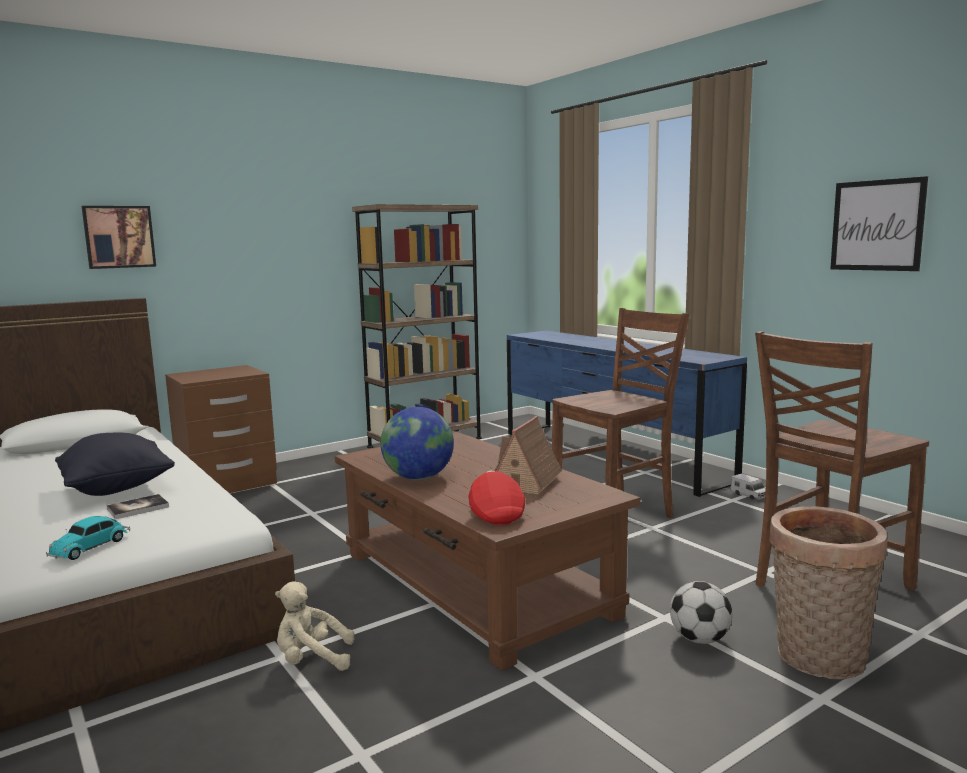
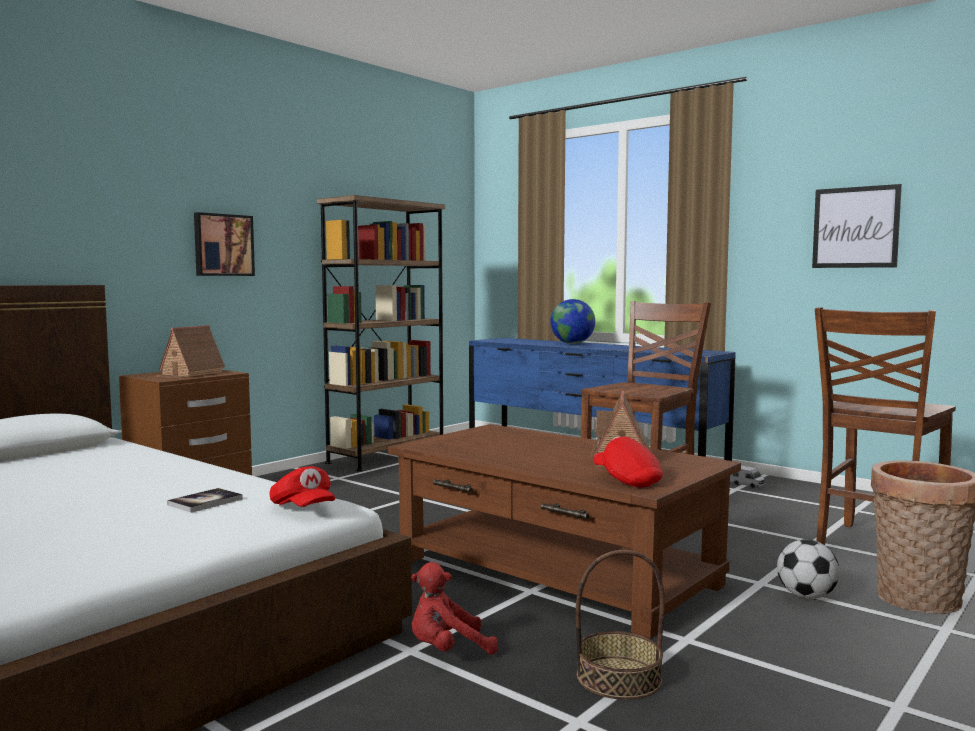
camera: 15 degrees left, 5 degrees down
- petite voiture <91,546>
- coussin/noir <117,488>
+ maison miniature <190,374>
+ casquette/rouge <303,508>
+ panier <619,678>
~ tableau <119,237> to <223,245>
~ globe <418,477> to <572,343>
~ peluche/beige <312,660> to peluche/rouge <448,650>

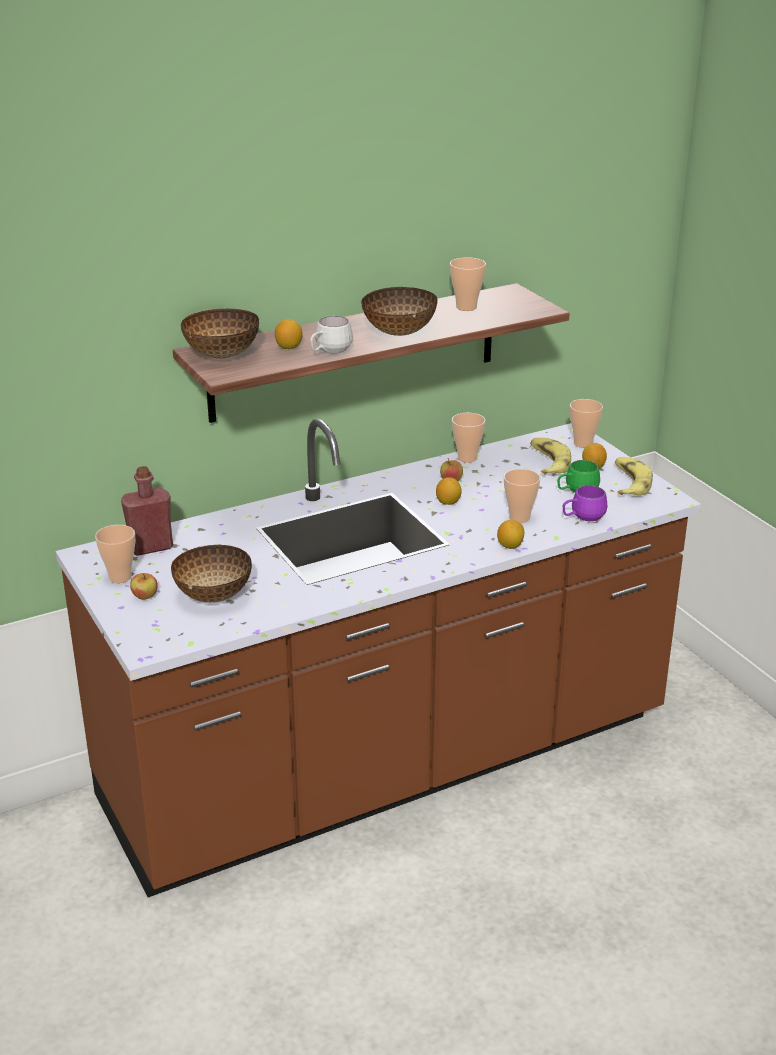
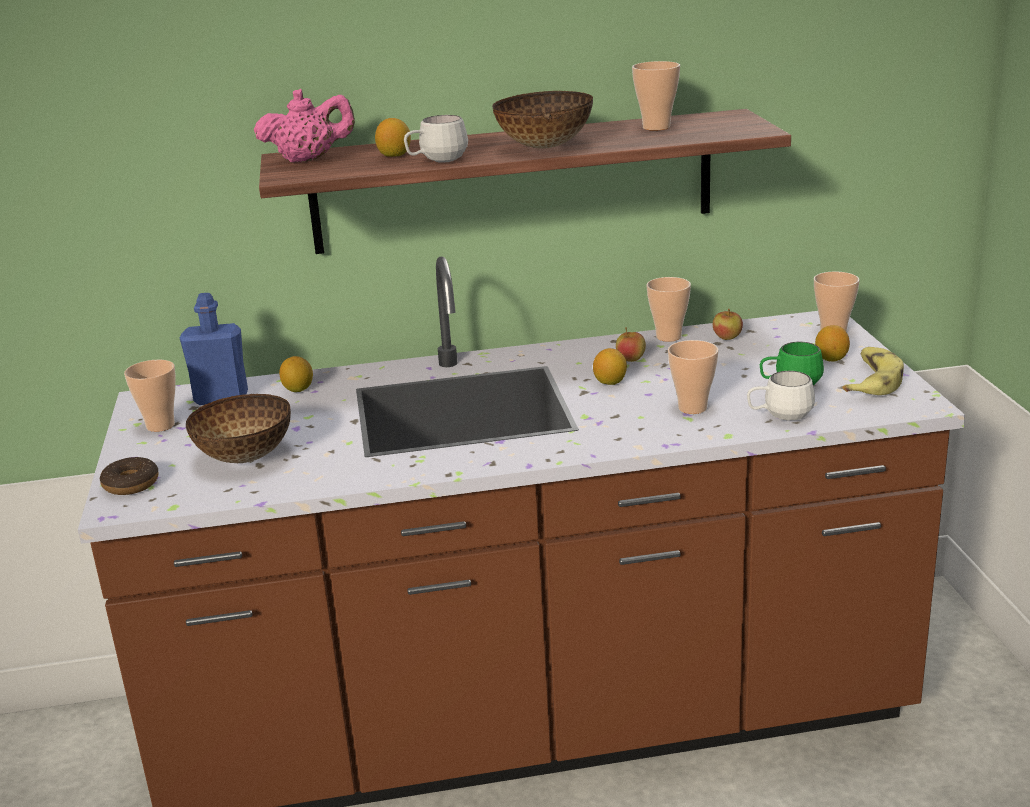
camera: 20 degrees right, 5 degrees down
- banane <548,462>
+ beignet <131,484>
~ pomme <145,596> to <727,338>
~ citron <510,546> to <298,389>
~ bol <222,355> to théière/rose <309,159>
~ bouteille/rouge <150,547> to bouteille/bleu <221,398>
~ mug/violet <582,518> to mug/blanc <779,416>

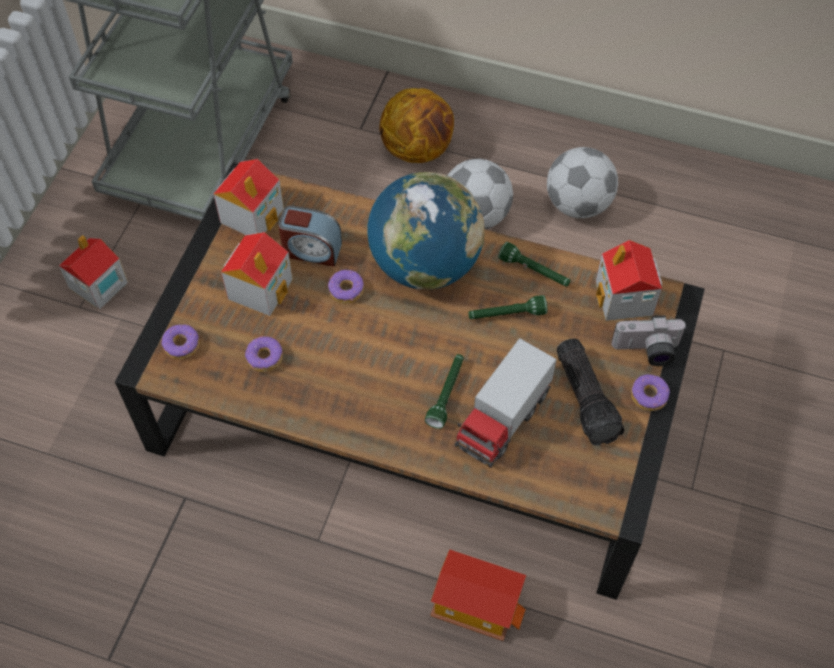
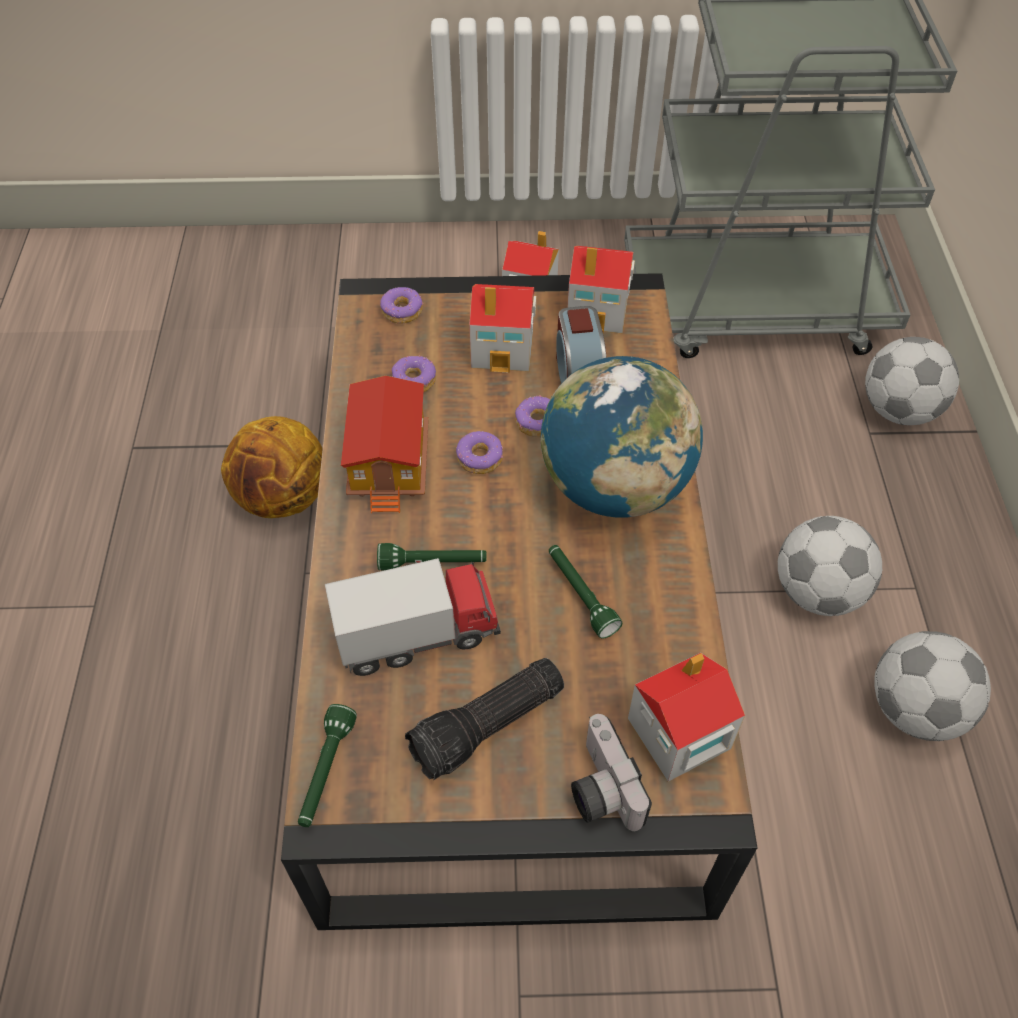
camera: 70 degrees right, 5 degrees down
+ ballon de foot <899,411>
~ ballon de basket <418,149> to <283,498>
~ maison miniature <477,603> to <391,464>
~ lampe de poche/vert <534,271> to <326,772>
~ beignet <649,396> to <480,458>
~ camion jouet <503,419> = <418,635> 150 degrees clockwise

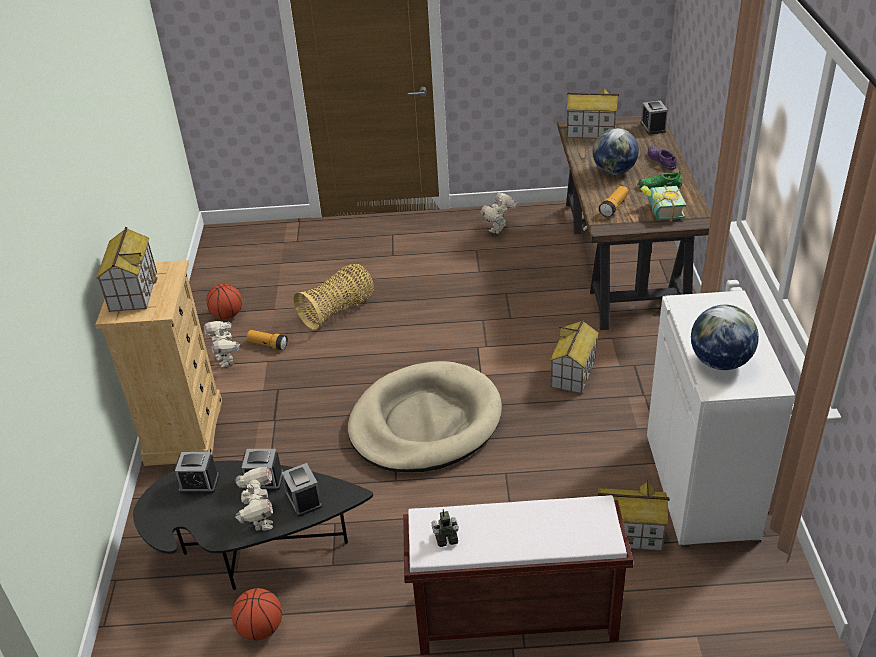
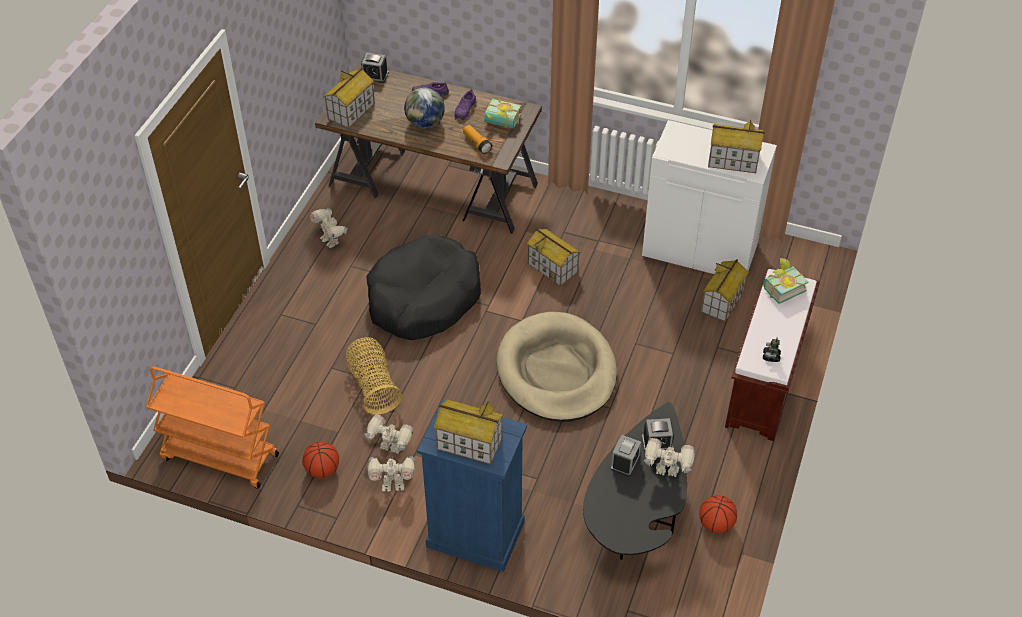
camera: 70 degrees left, 10 degrees up
- réveil <199,483>
+ chariot/orange <219,457>
+ panier pour chien/noir <423,299>
+ livre <781,288>
~ lampe de poche <268,345> to robot jouet <391,449>
~ globe <719,362> to maison miniature <732,161>
~ commode/beige <184,431> to commode/bleu <475,535>
~ chaussure/vert <658,186> to chaussure/violet <465,109>

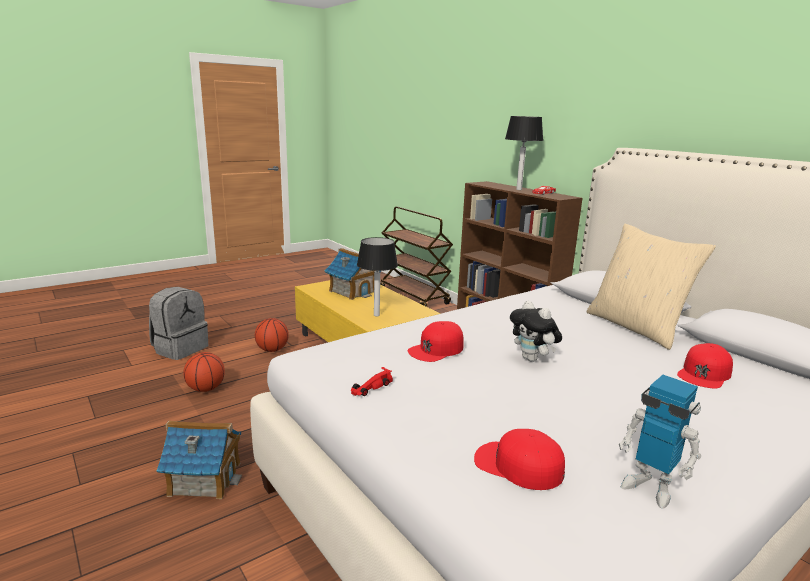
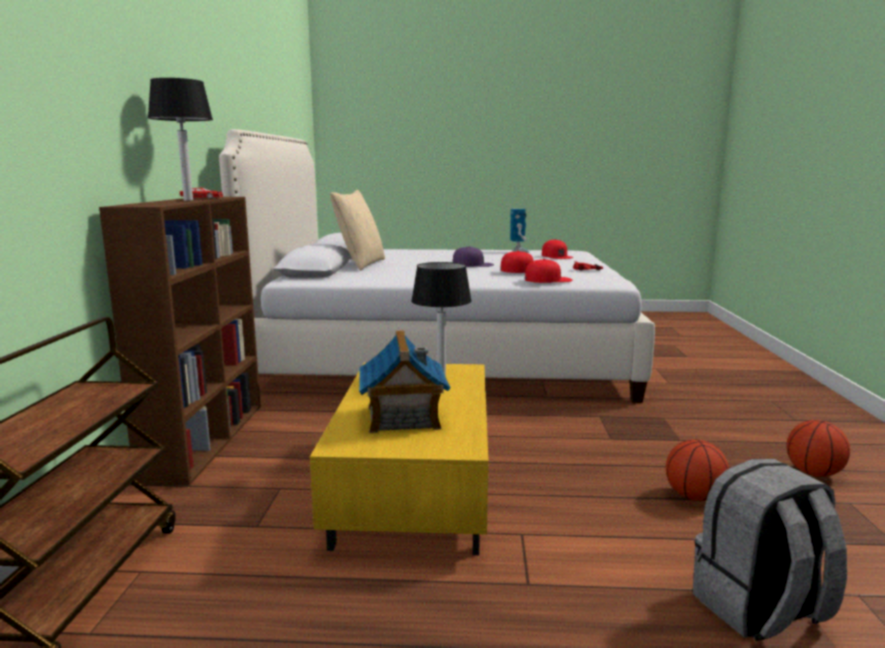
camera: 140 degrees left, 5 degrees down
- maison miniature <204,478>
~ ballon de basket <272,350> to <814,473>
~ casquette/rouge <704,373> to <548,279>
~ peluche <532,359> to casquette/violet <473,264>

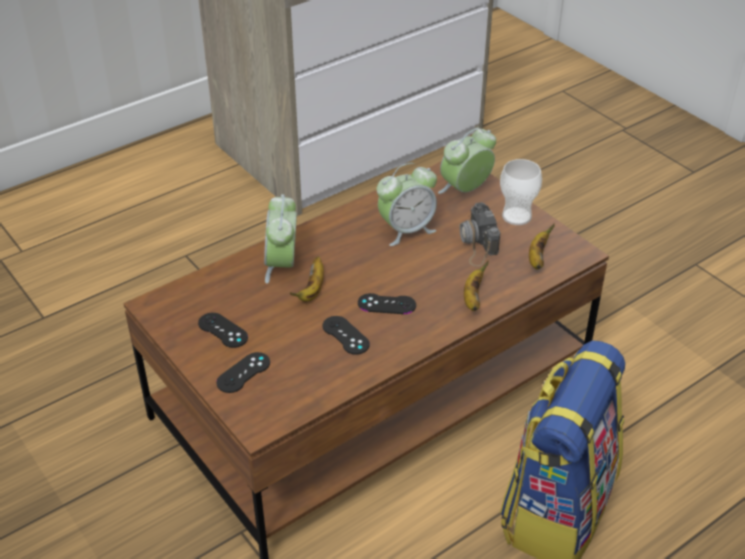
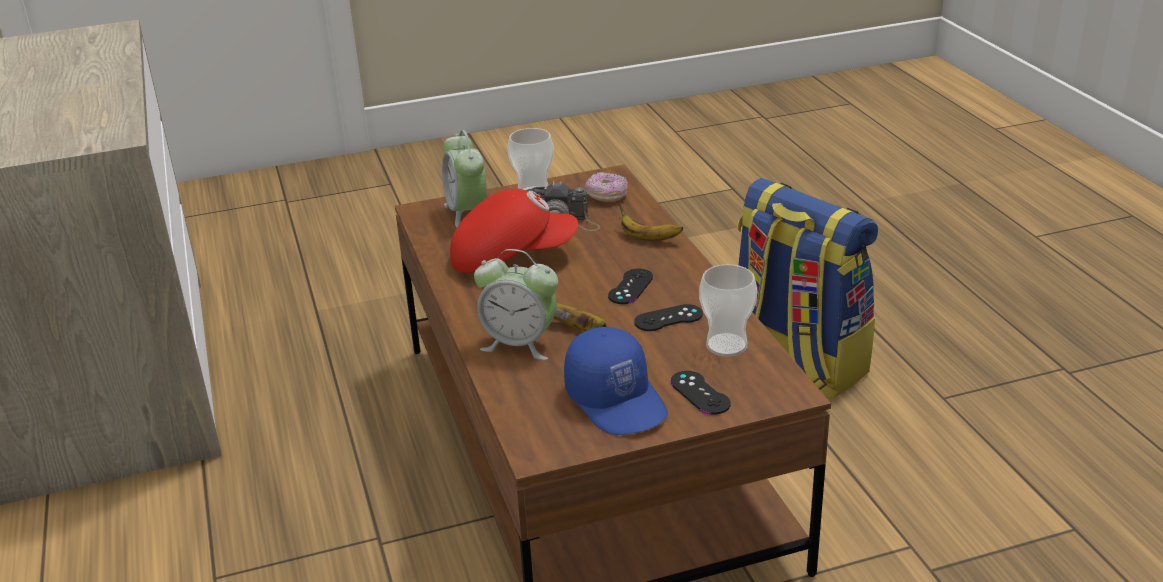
camera: 70 degrees left, 10 degrees down
+ tasse <726,345>
~ manette/noir <223,330> to casquette/bleu <617,400>
~ réveil <406,230> to casquette/rouge <511,257>
~ banane <537,258> to beignet <606,196>

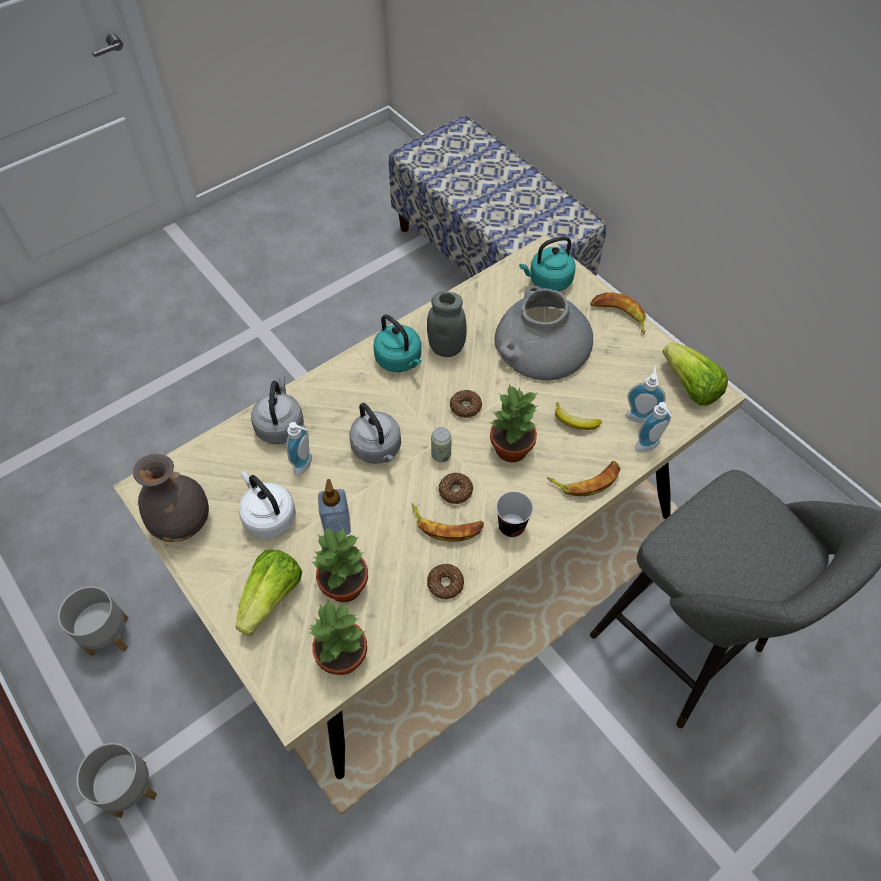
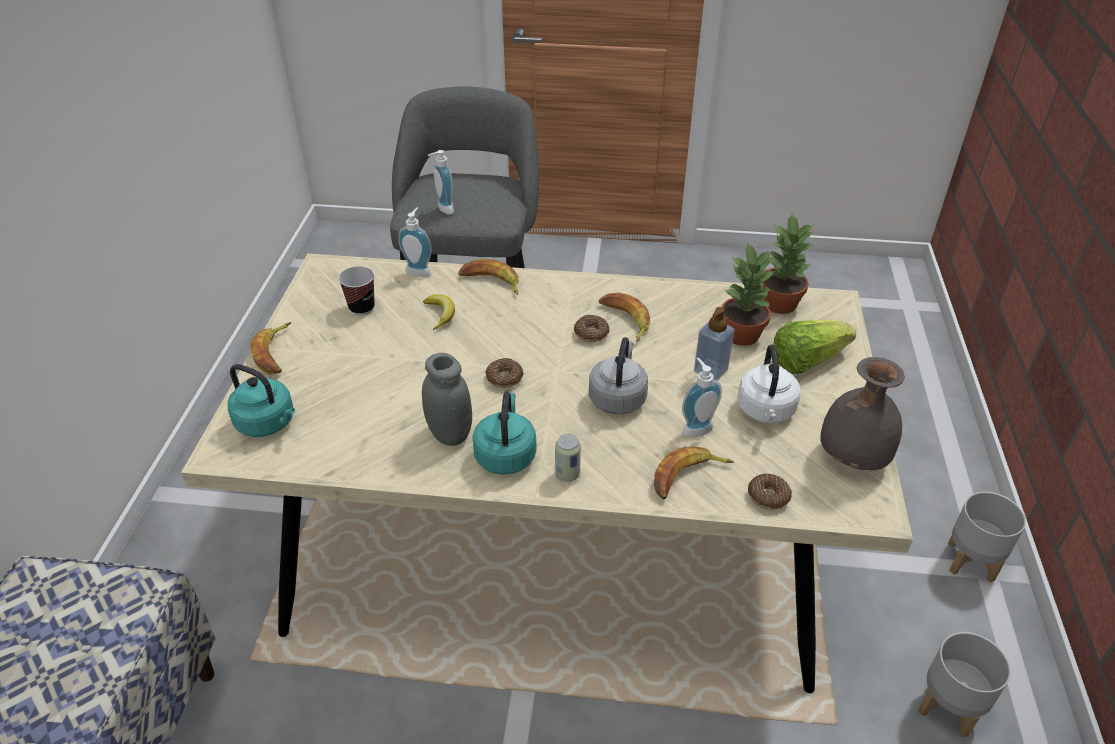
camera: 135 degrees left, 15 degrees down
- plante en pot <511,449>
- vase/gris <542,342>
- laitue <689,387>
~ beignet <445,584> to <768,496>
~ boîte métallique <441,455> to <567,474>
~ tasse <511,526> to <362,308>
~ distributeur de savon <639,415> to <443,209>
~ bouilloire/gris <280,425> to banane <687,477>

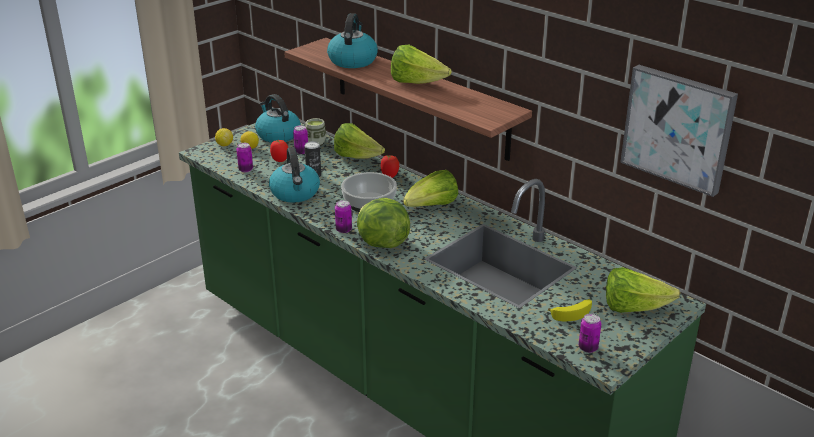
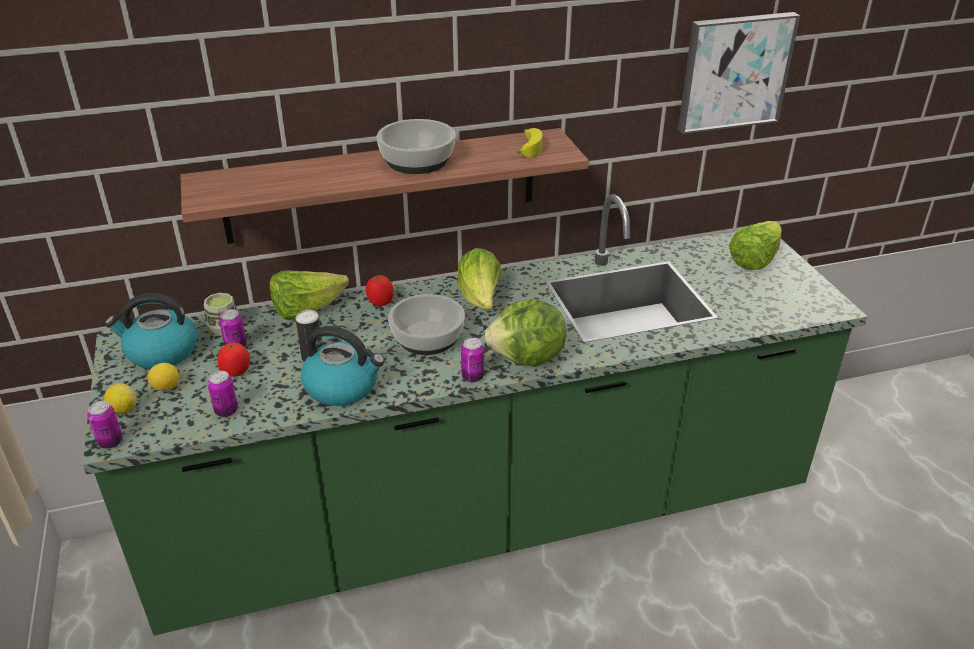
camera: 60 degrees left, 5 degrees up
- bouilloire <352,60>
~ banane <572,313> to <528,148>
~ boîte métallique <588,348> to <110,442>
~ laitue <417,83> to bol <416,161>

